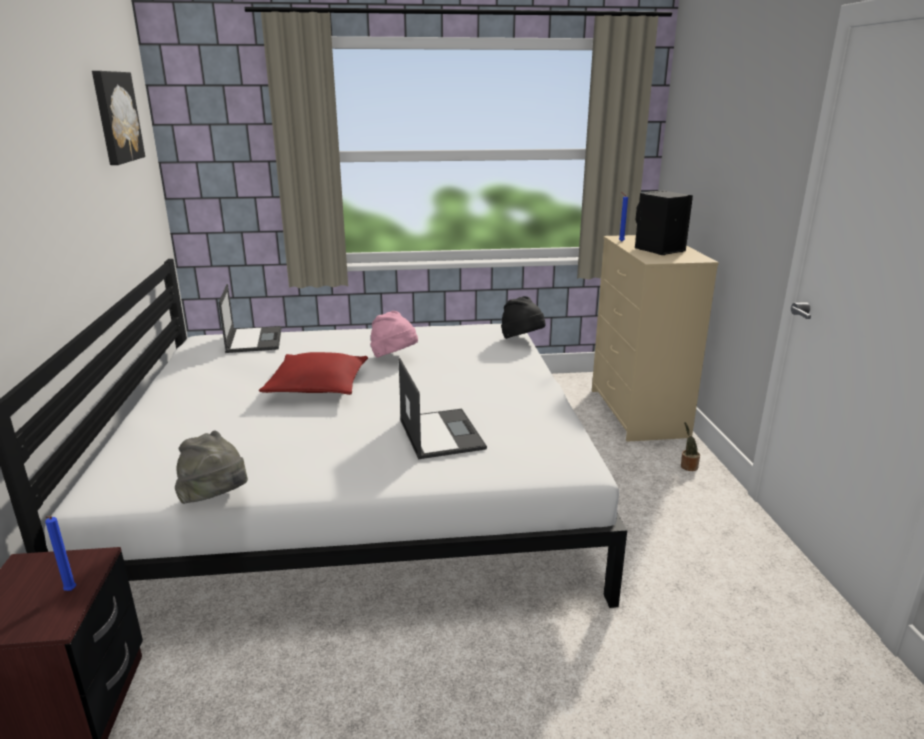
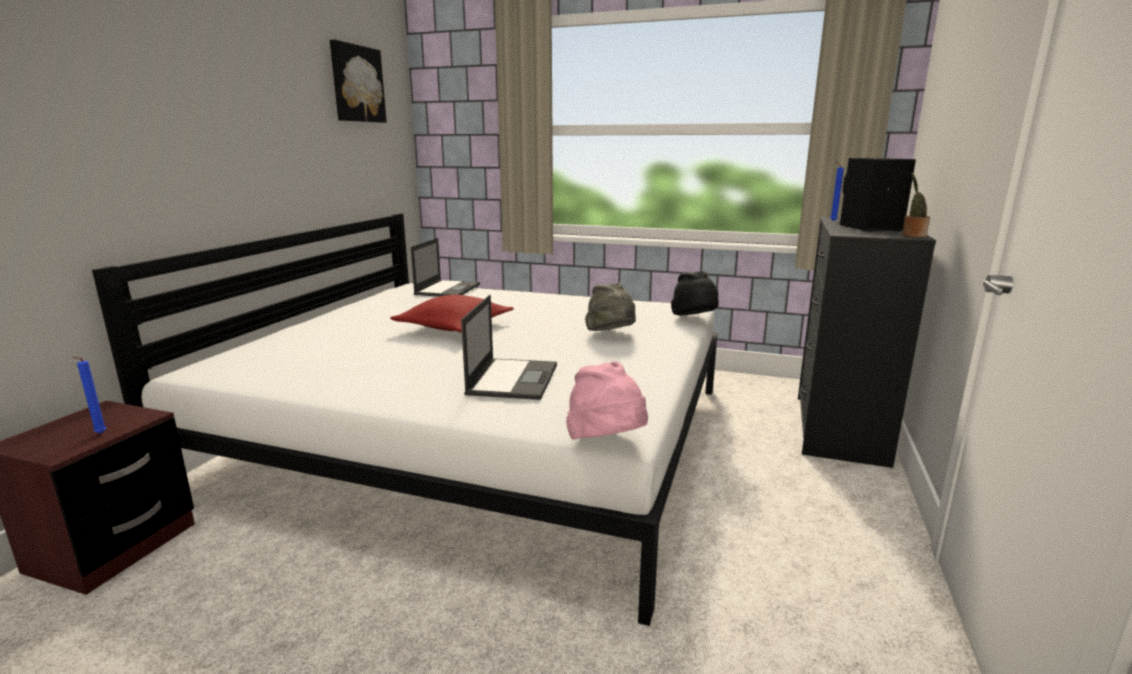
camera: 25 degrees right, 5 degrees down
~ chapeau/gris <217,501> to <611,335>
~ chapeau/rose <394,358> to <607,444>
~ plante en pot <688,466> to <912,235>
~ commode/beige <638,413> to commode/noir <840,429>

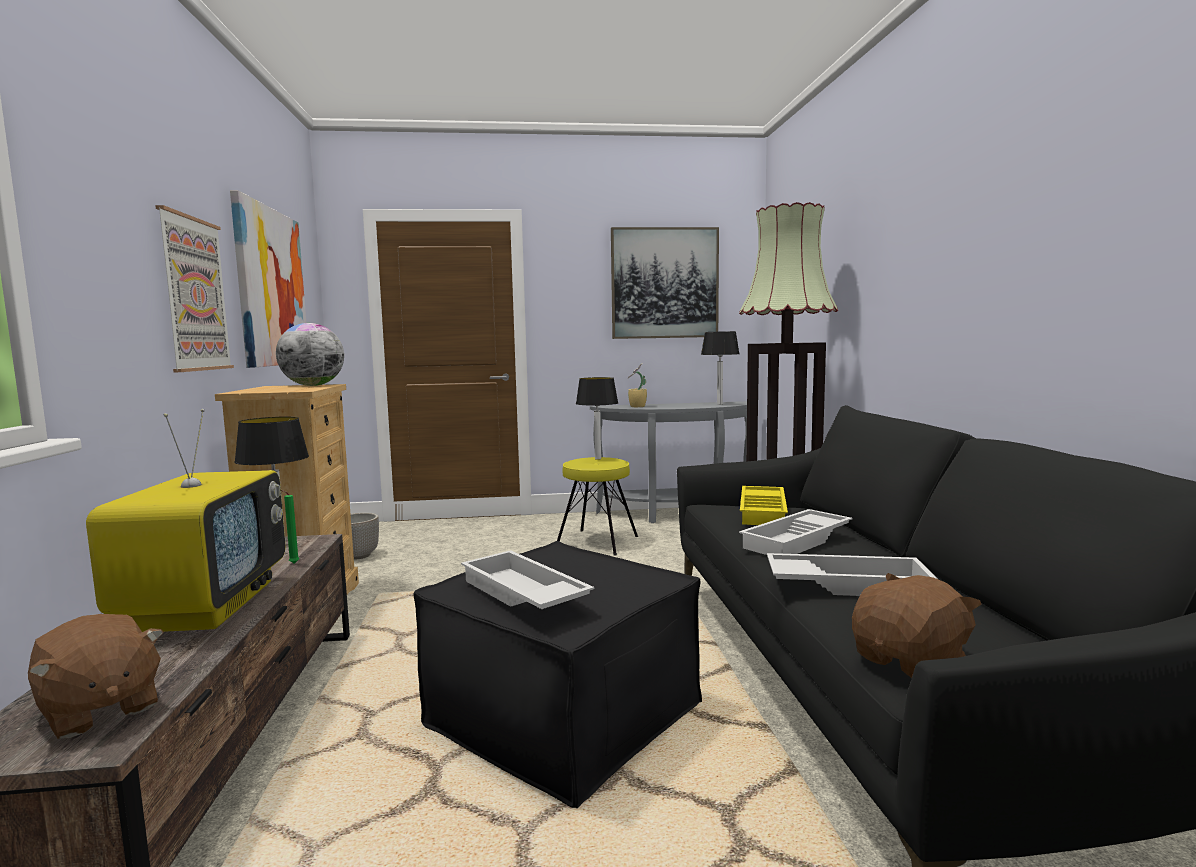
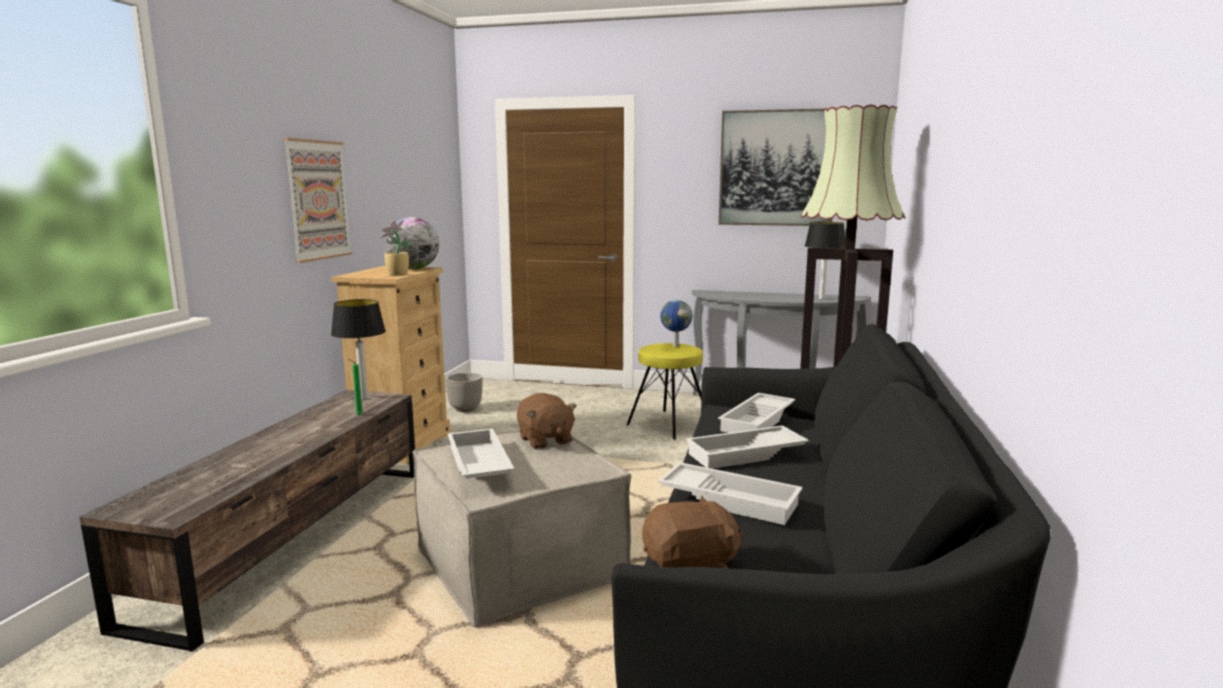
camera: 20 degrees right, 5 degrees up
- téléviseur <205,605>
- tableau <271,287>
~ peluche/marron <99,710> to <545,440>
~ plante en pot <637,406> to <396,275>
~ lampe de table <597,458> to globe <675,345>
~ pouf/noir <564,713> to pouf/beige <522,563>
~ plateau/jaune <764,512> to plateau/blanc <758,421>

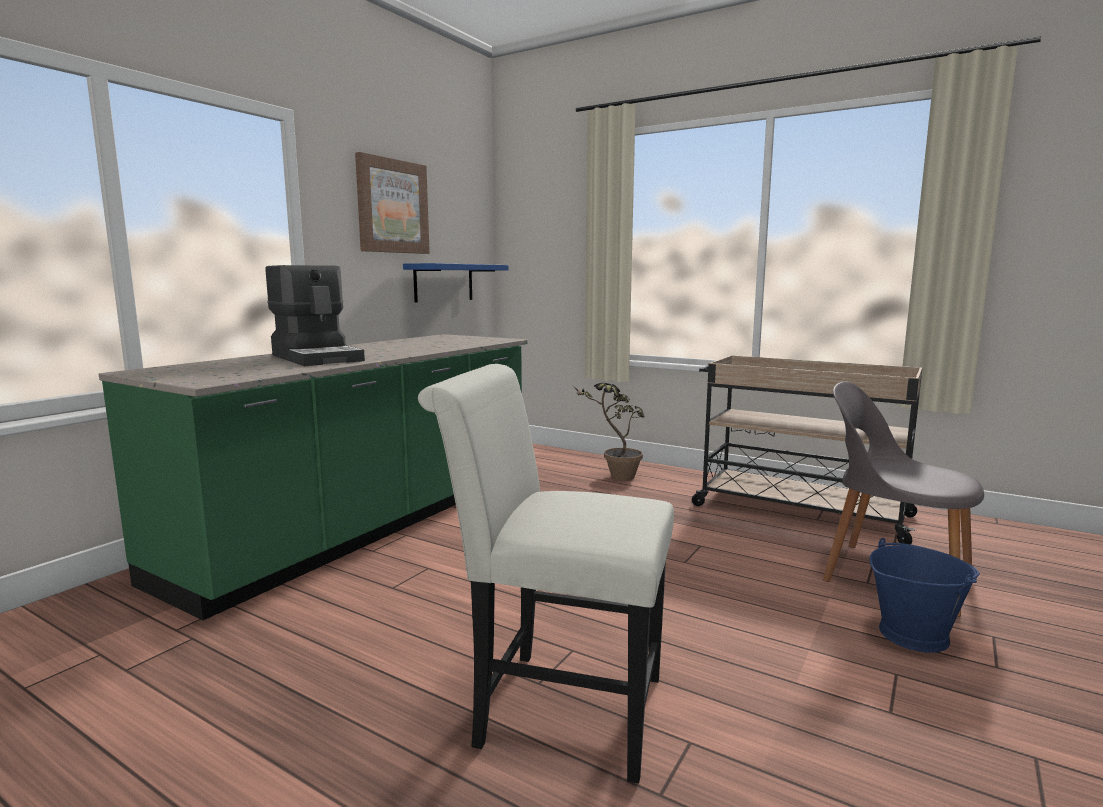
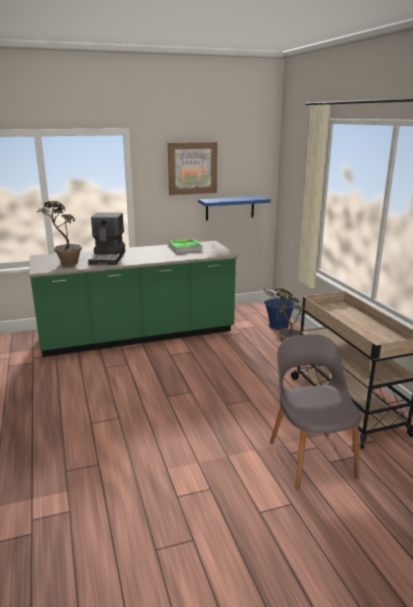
camera: 40 degrees right, 10 degrees up
- chaise/blanc <556,707>
+ plante en pot <65,265>
+ plateau <185,248>
~ seau/bleu <912,634> to <279,325>

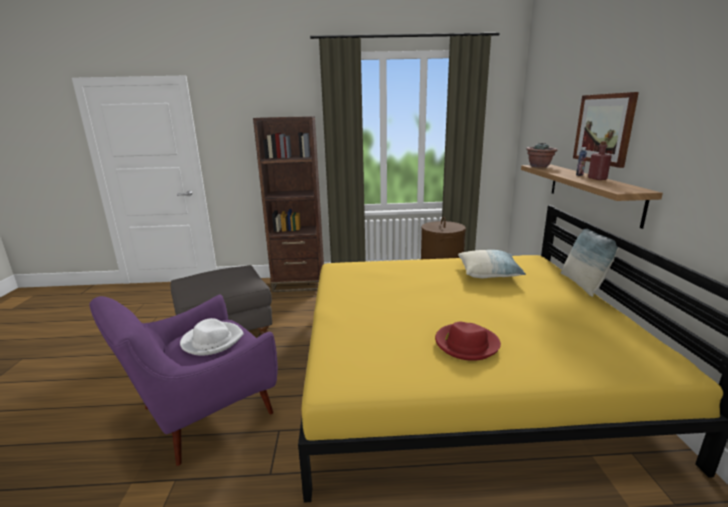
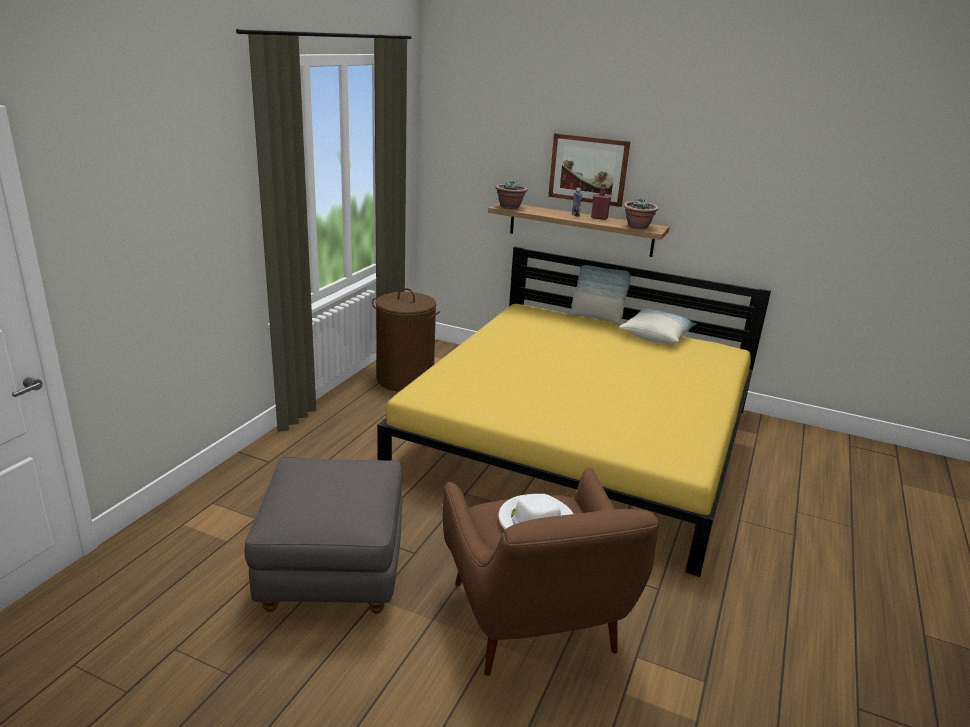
camera: 65 degrees left, 5 degrees up
- bibliothèque/marron <299,284>
- chapeau/rouge <466,344>
+ plante en pot <638,227>
~ coussin <489,273> to <656,336>
~ fauteuil/violet <201,414> to fauteuil/marron <535,624>

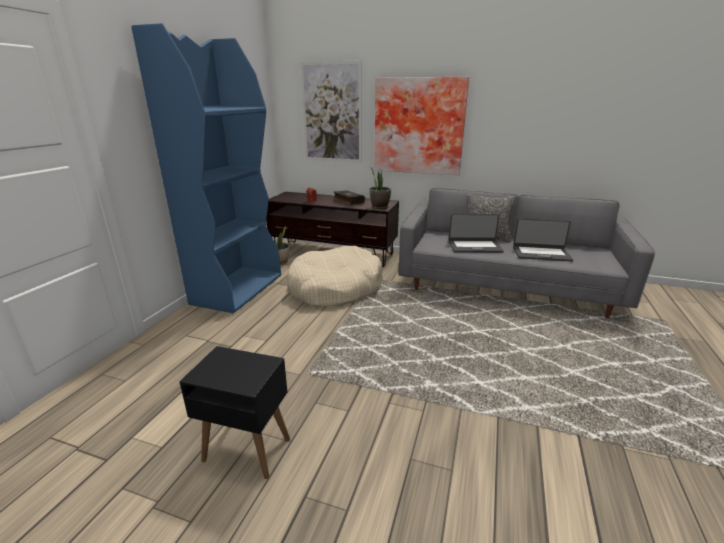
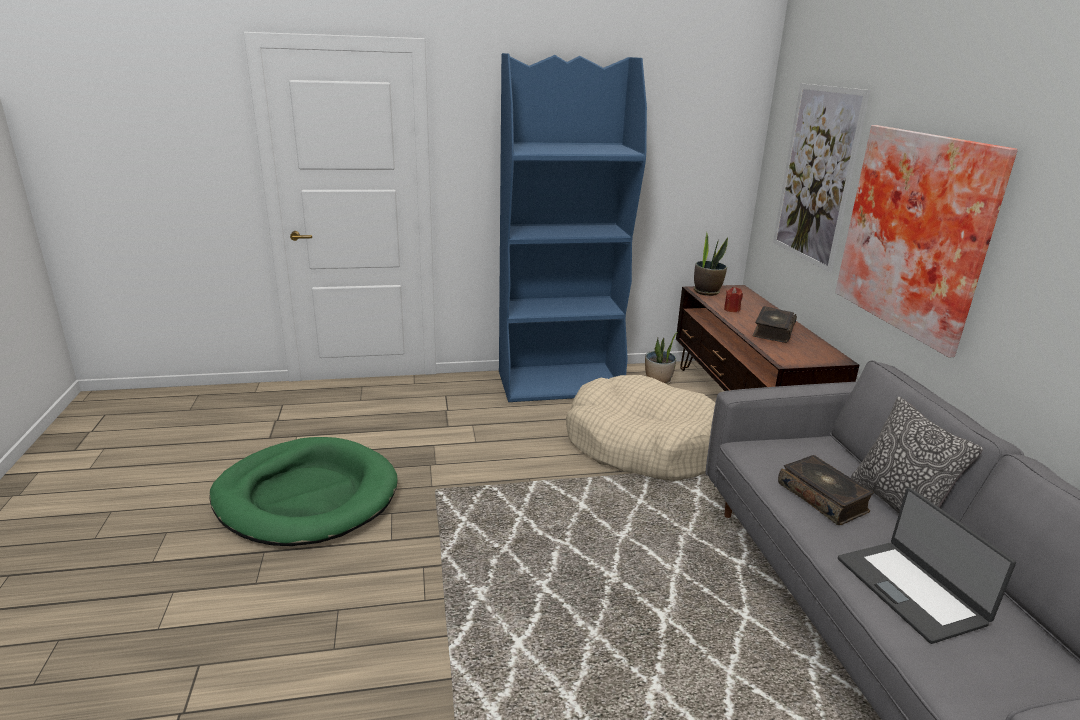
camera: 60 degrees right, 0 degrees up
~ plante en pot <379,207> to <707,292>
~ table d'appoint/noir <246,449> to panier pour chien/vert <306,497>
~ ordinateur portable <474,246> to livre <823,498>

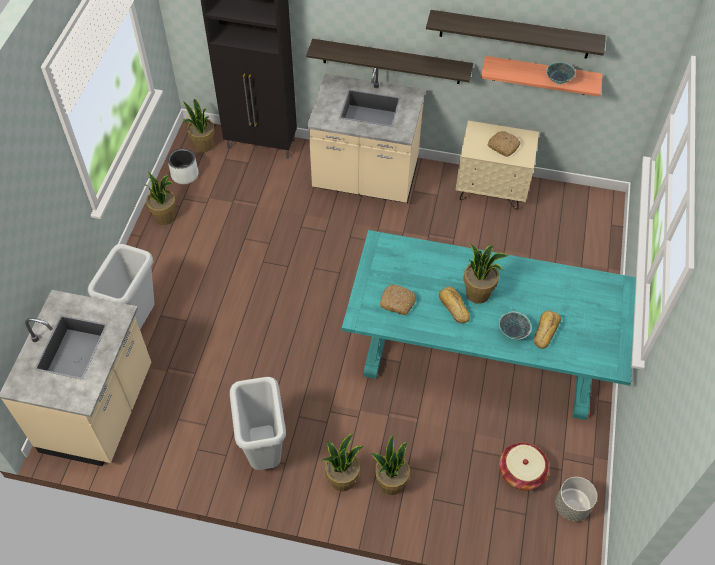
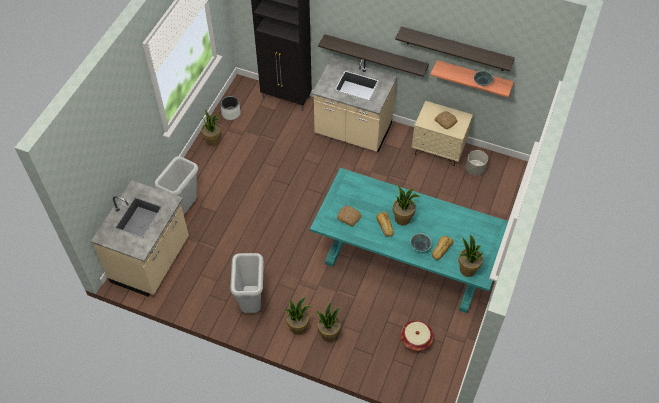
camera: 10 degrees right, 0 degrees up
~ plante en pot <203,146> to <467,269>
~ cache-pot/gris <572,506> to <475,169>

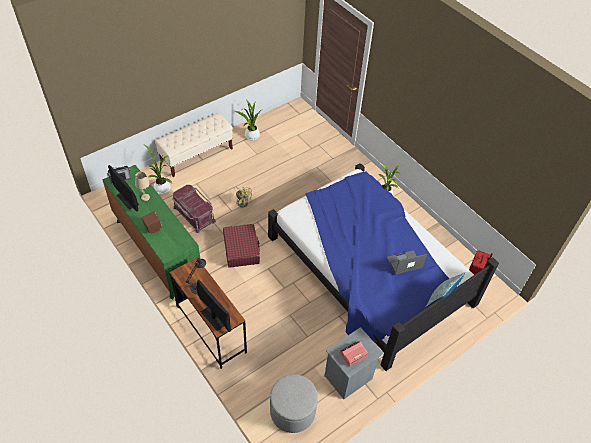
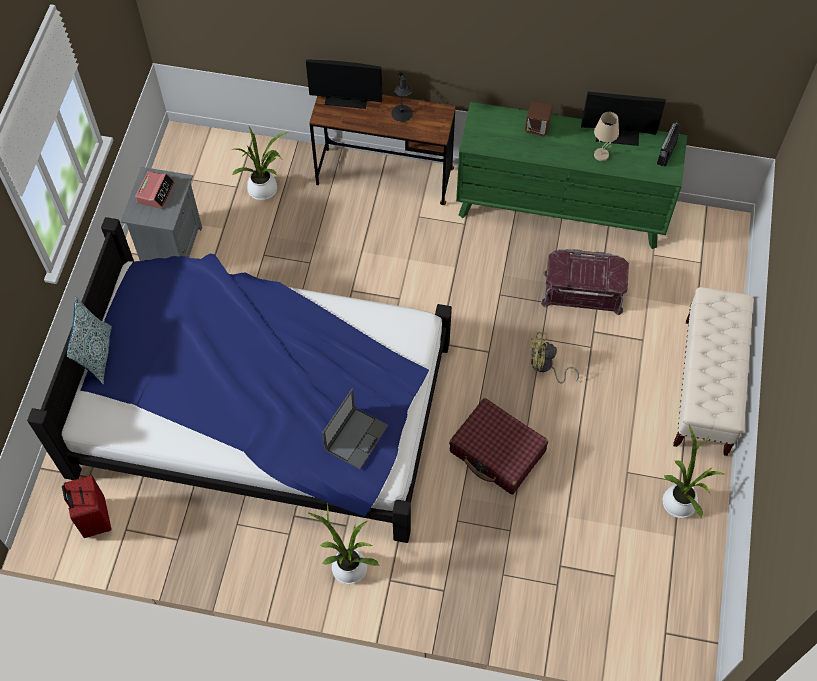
camera: 140 degrees right, 10 degrees up
- pouf/gris <292,411>
~ plante en pot <161,188> to <265,190>
~ valise/rouge <241,249> to <497,452>
~ ordinateur portable <404,263> to <356,437>

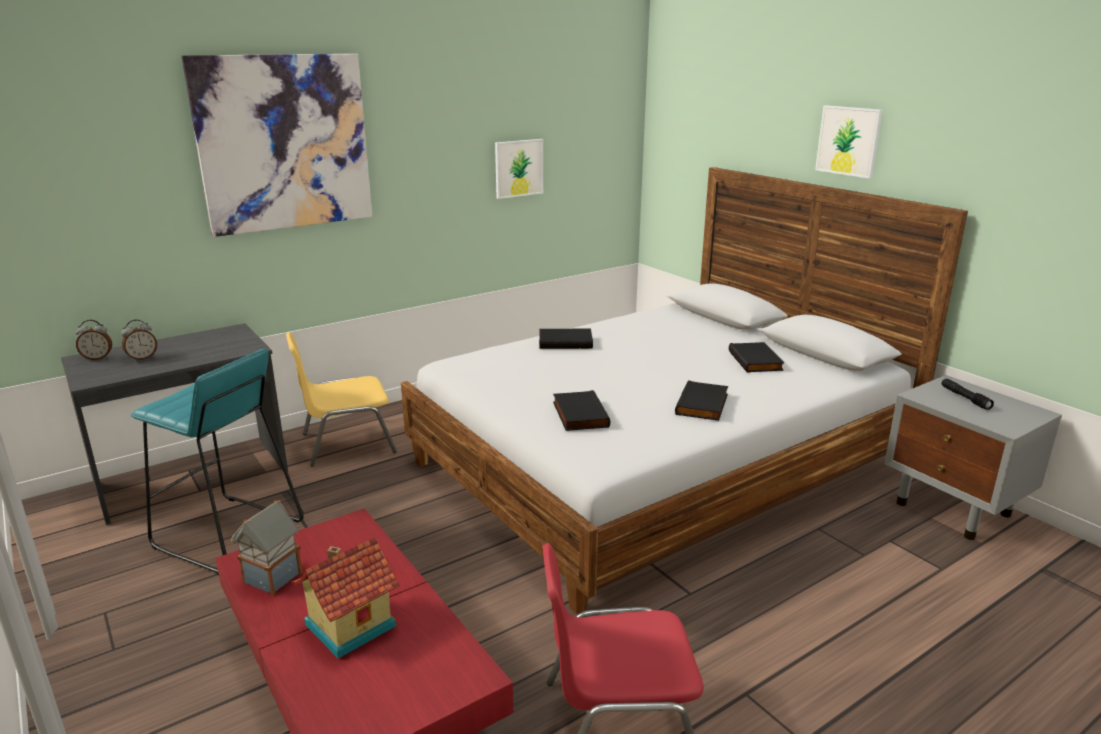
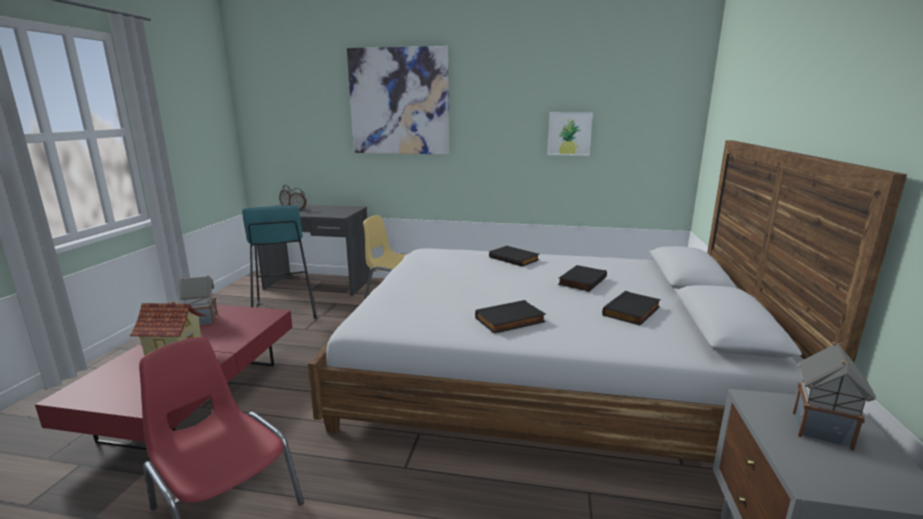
camera: 45 degrees right, 5 degrees down
- tableau <848,141>
~ livre/noir <578,414> to <581,281>
~ lampe de poche/noir <965,398> to maison miniature <820,429>

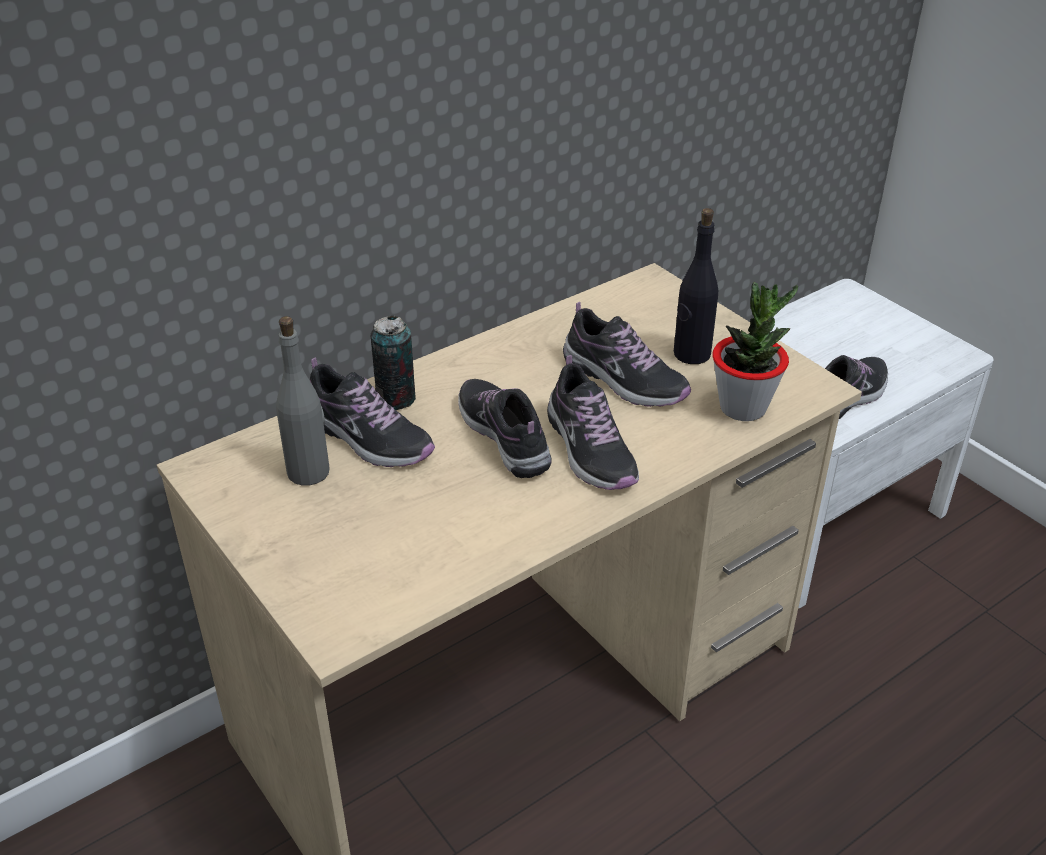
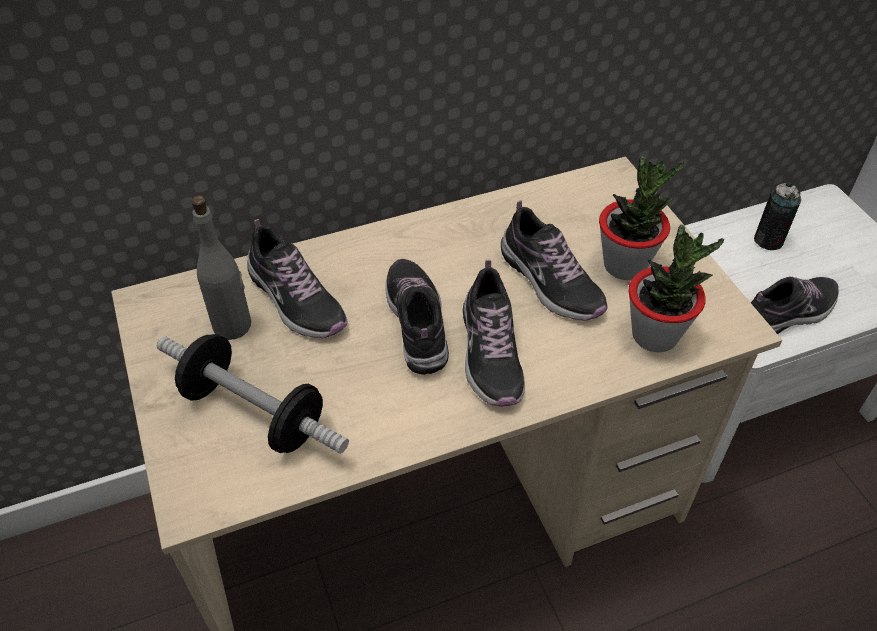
camera: 15 degrees right, 10 degrees up
+ haltère <254,413>
~ boîte métallique <396,399> to <768,241>
~ bouteille/noir <691,354> to plante en pot <625,265>

